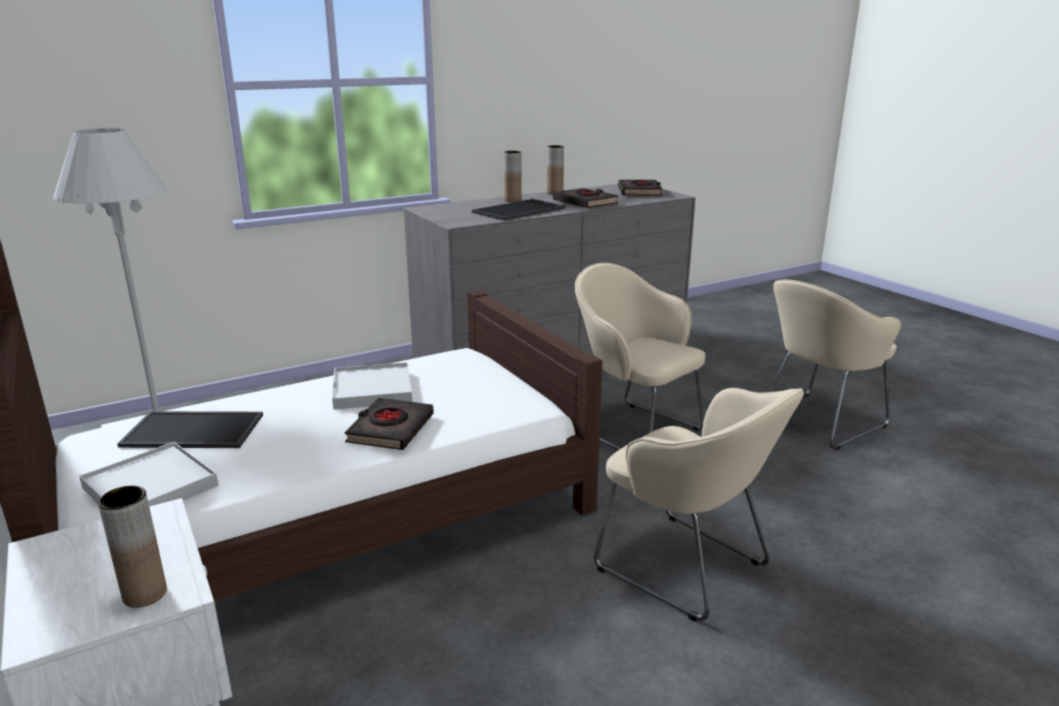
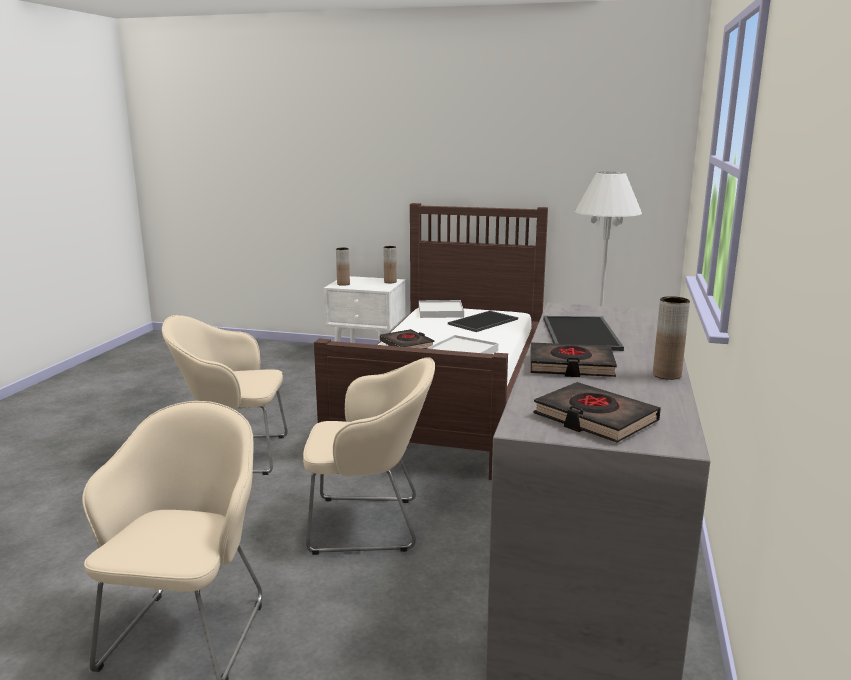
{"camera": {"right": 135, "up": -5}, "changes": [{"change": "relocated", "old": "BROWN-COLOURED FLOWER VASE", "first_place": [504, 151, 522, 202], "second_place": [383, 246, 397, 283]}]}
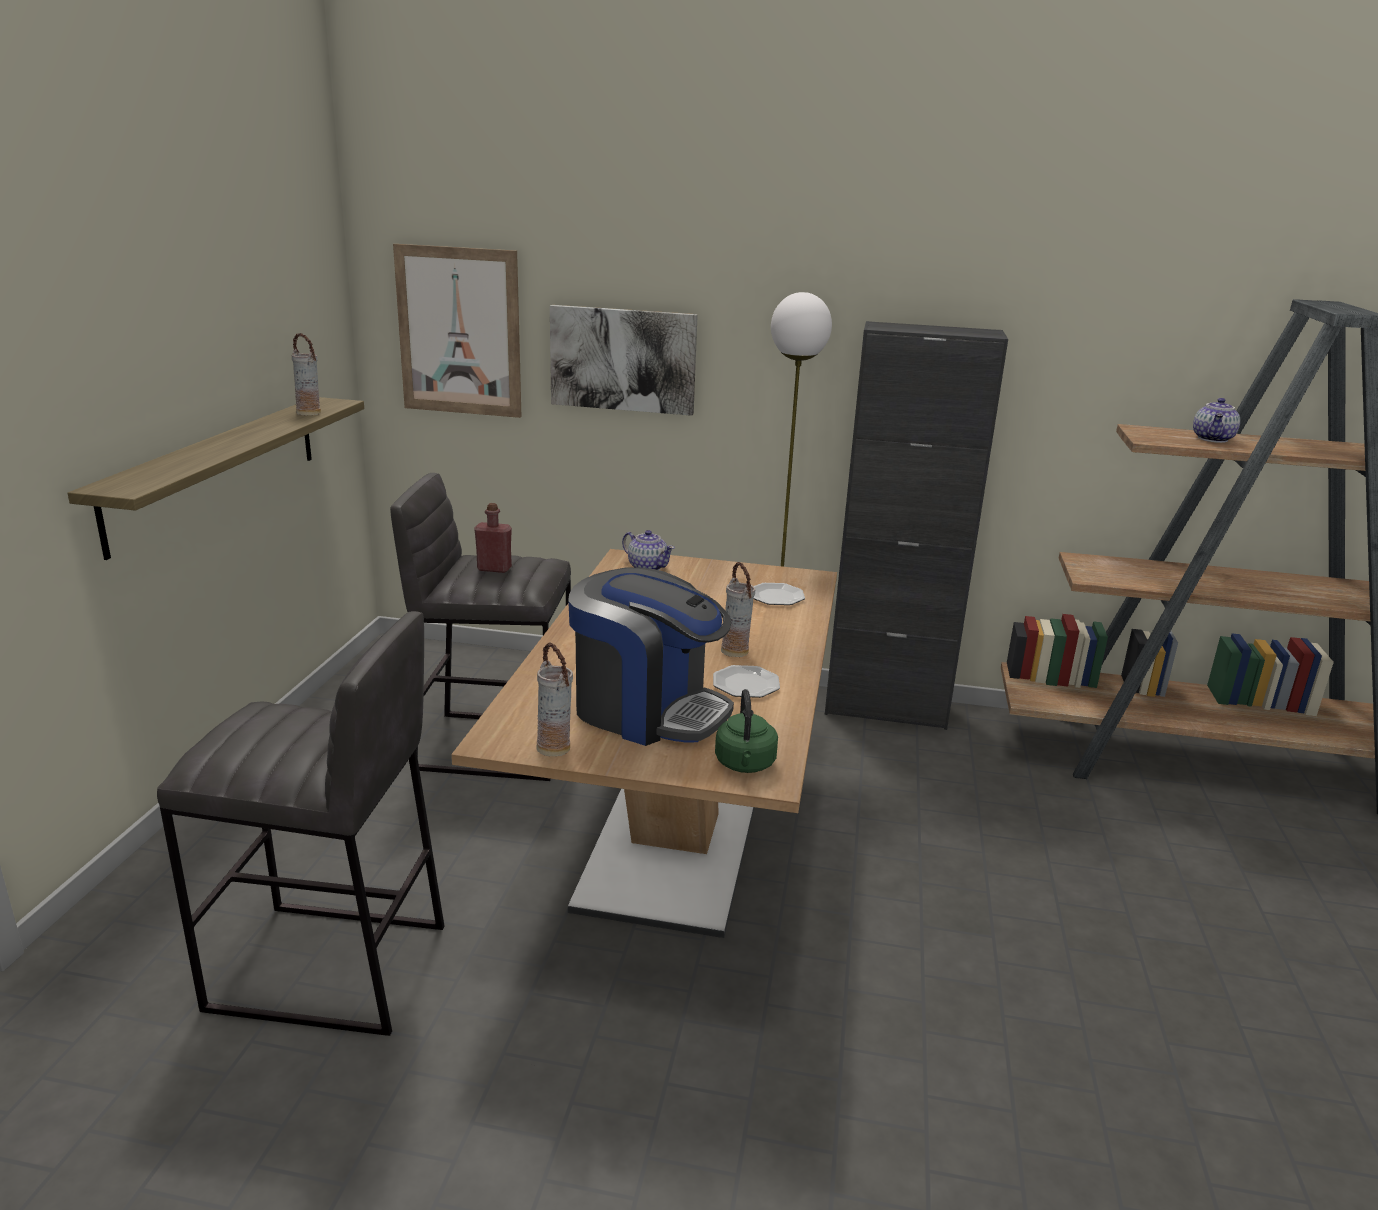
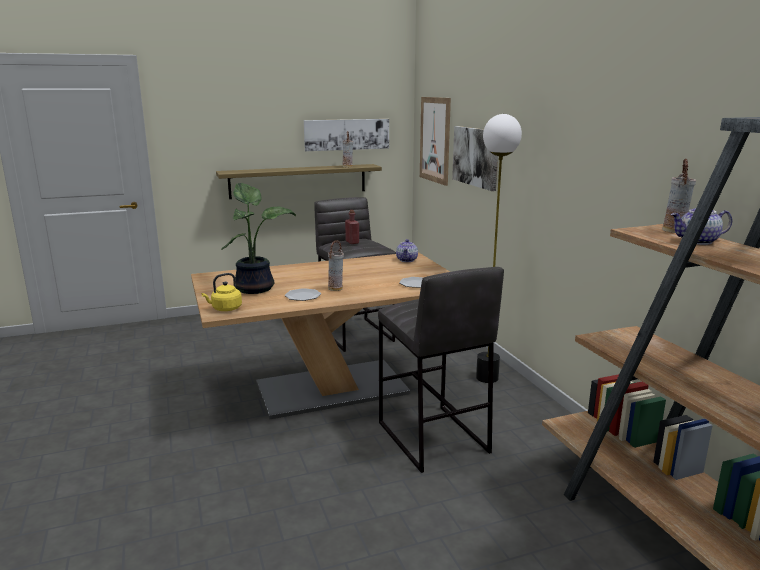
{"camera": {"right": 60, "up": -5}, "changes": [{"change": "colour", "old": "GREEN-COLOURED TEA KETTLE", "new": "YELLOW TEA KETTLE", "first_place": [715, 689, 778, 773], "second_place": [201, 273, 242, 311]}, {"change": "exchanged", "old": "COFFEE MACHINE", "new": "POTTED PLANT", "first_place": [568, 567, 734, 746], "second_place": [221, 183, 296, 294]}, {"change": "appeared", "new": "PICTURE", "second_place": [304, 119, 389, 151]}, {"change": "relocated", "old": "GREYISH STOOL SEAT", "first_place": [157, 611, 445, 1036], "second_place": [378, 267, 504, 473]}, {"change": "relocated", "old": "FLOWER VASE", "first_place": [537, 643, 573, 756], "second_place": [662, 159, 696, 233]}, {"change": "missing", "old": "BLACKISH CABINET", "first_place": [825, 321, 1008, 730]}]}
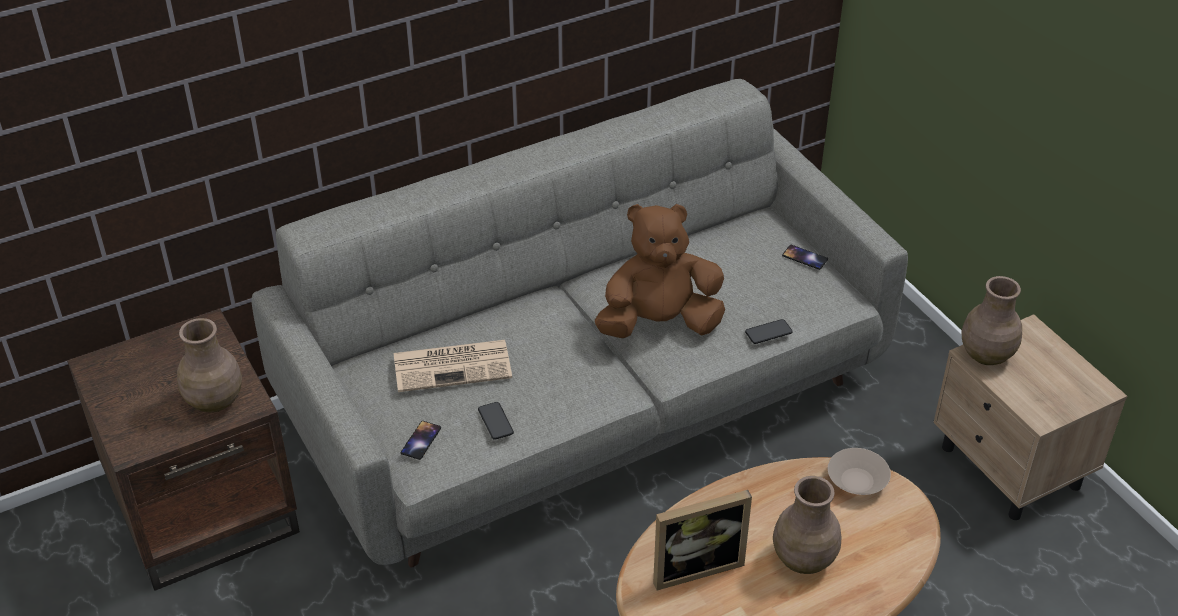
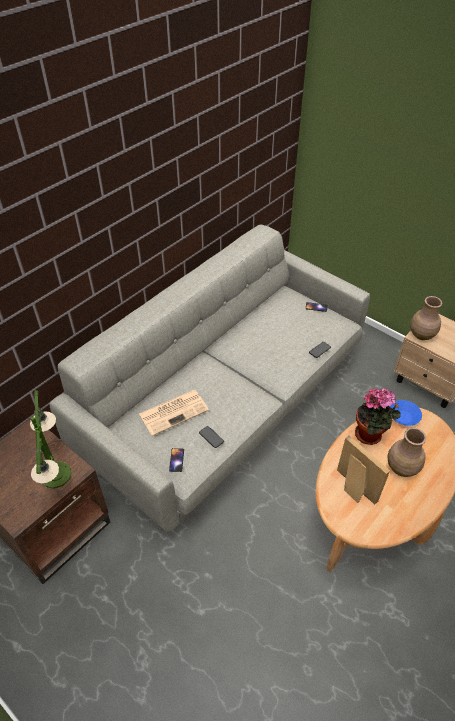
{"camera": {"right": -20, "up": 5}, "changes": [{"change": "exchanged", "old": "BROWN-COLOURED FLOWER VASE", "new": "TABLE LAMP", "first_place": [177, 318, 242, 413], "second_place": [30, 390, 71, 489]}, {"change": "spun", "old": "PHOTO FRAME", "first_place": [653, 490, 752, 590], "second_place": [337, 436, 390, 505], "degrees": -90}, {"change": "appeared", "new": "POTTED PLANT", "second_place": [355, 388, 401, 445]}, {"change": "colour", "old": "BEIGE BOWL", "new": "BLUE BOWL", "first_place": [828, 448, 891, 495], "second_place": [390, 400, 422, 426]}, {"change": "missing", "old": "BROWN-COLOURED PLUSH TOY", "first_place": [595, 204, 725, 338]}]}
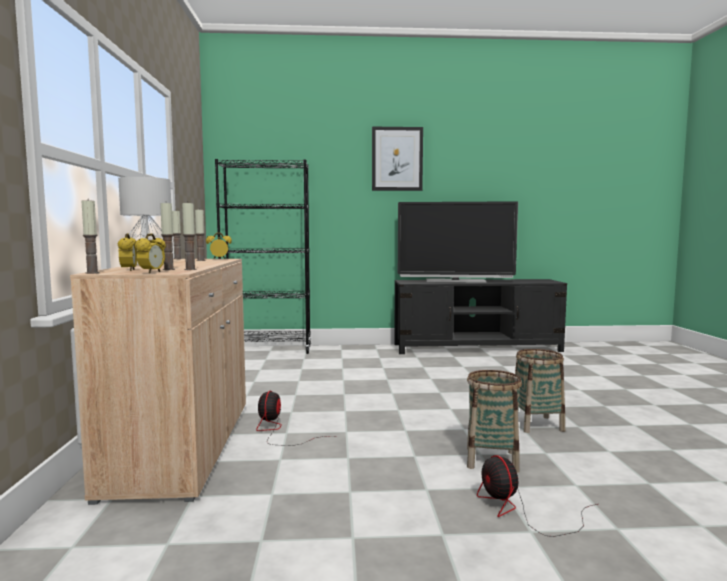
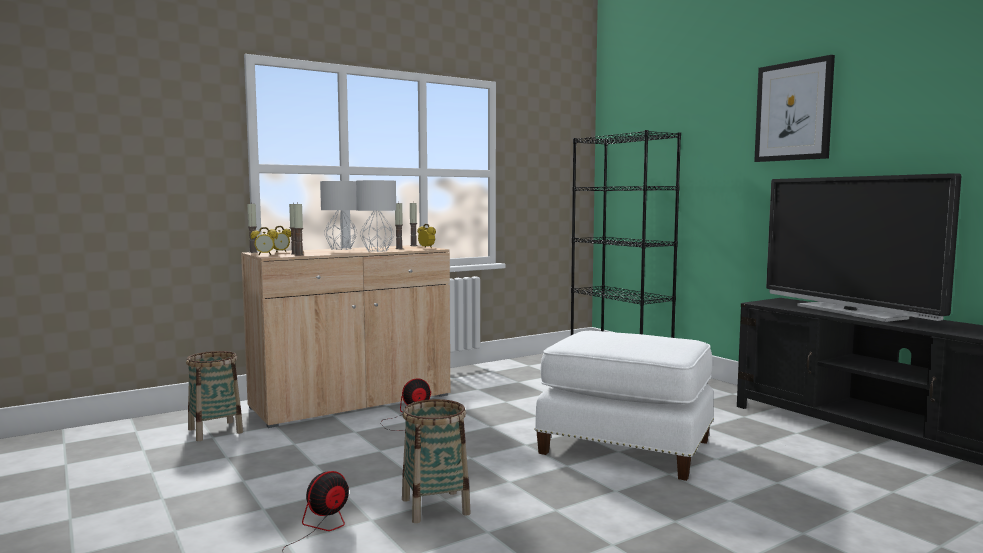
{"camera": {"right": 60, "up": 0}, "changes": [{"change": "relocated", "old": "BASKET", "first_place": [515, 349, 565, 433], "second_place": [186, 351, 243, 441]}, {"change": "appeared", "new": "GREYISH TABLE LAMP", "second_place": [356, 180, 396, 252]}, {"change": "appeared", "new": "WHITE POUFFE", "second_place": [534, 331, 714, 481]}]}
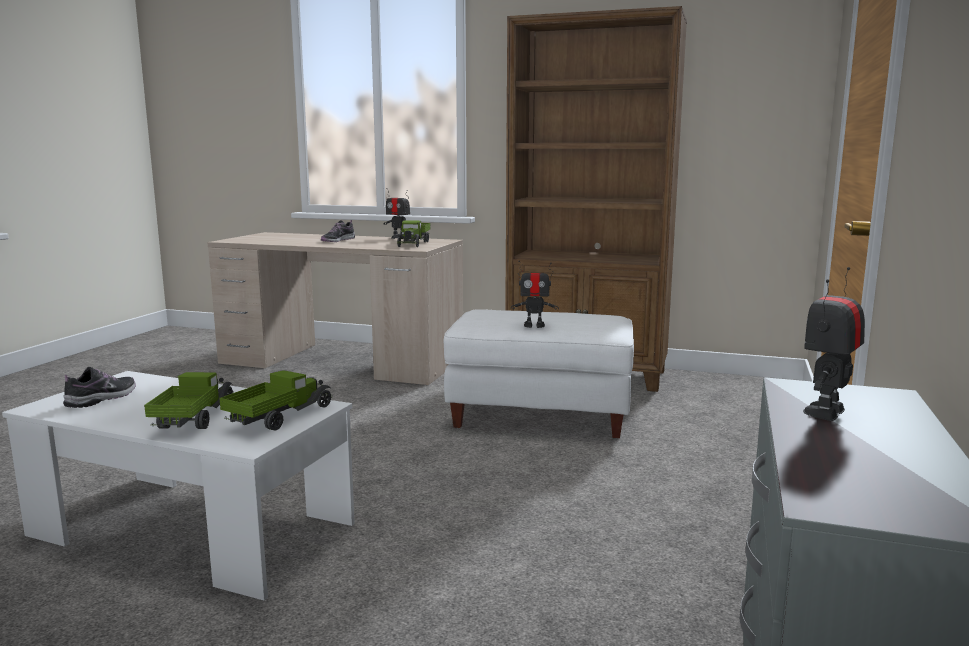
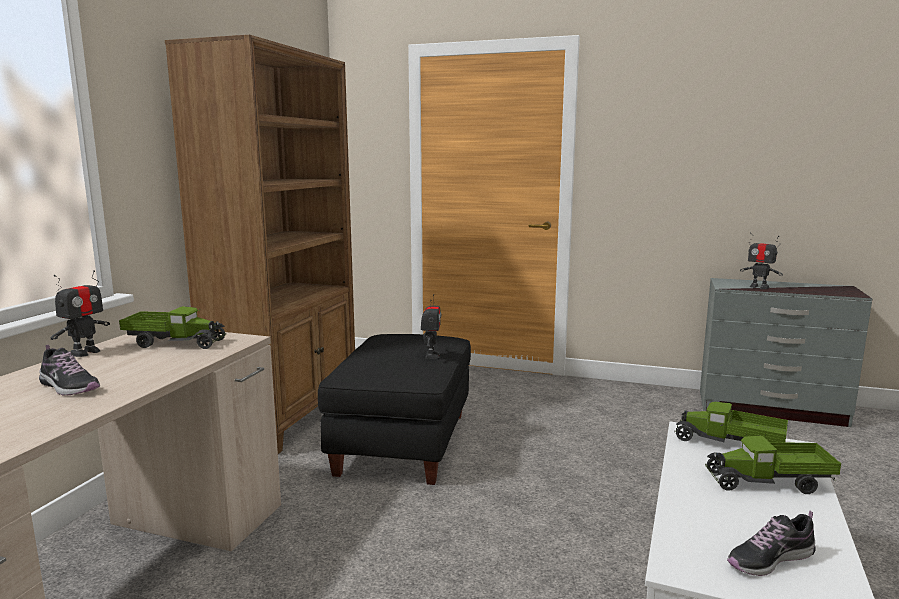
{"camera": {"right": -90, "up": 0}, "changes": [{"change": "colour", "old": "WHITE POUFFE", "new": "BLACKISH POUFFE", "first_place": [444, 309, 634, 438], "second_place": [318, 334, 471, 485]}, {"change": "spun", "old": "ITEM OF FOOTWEAR", "first_place": [63, 367, 136, 408], "second_place": [727, 511, 816, 576], "degrees": -45}]}
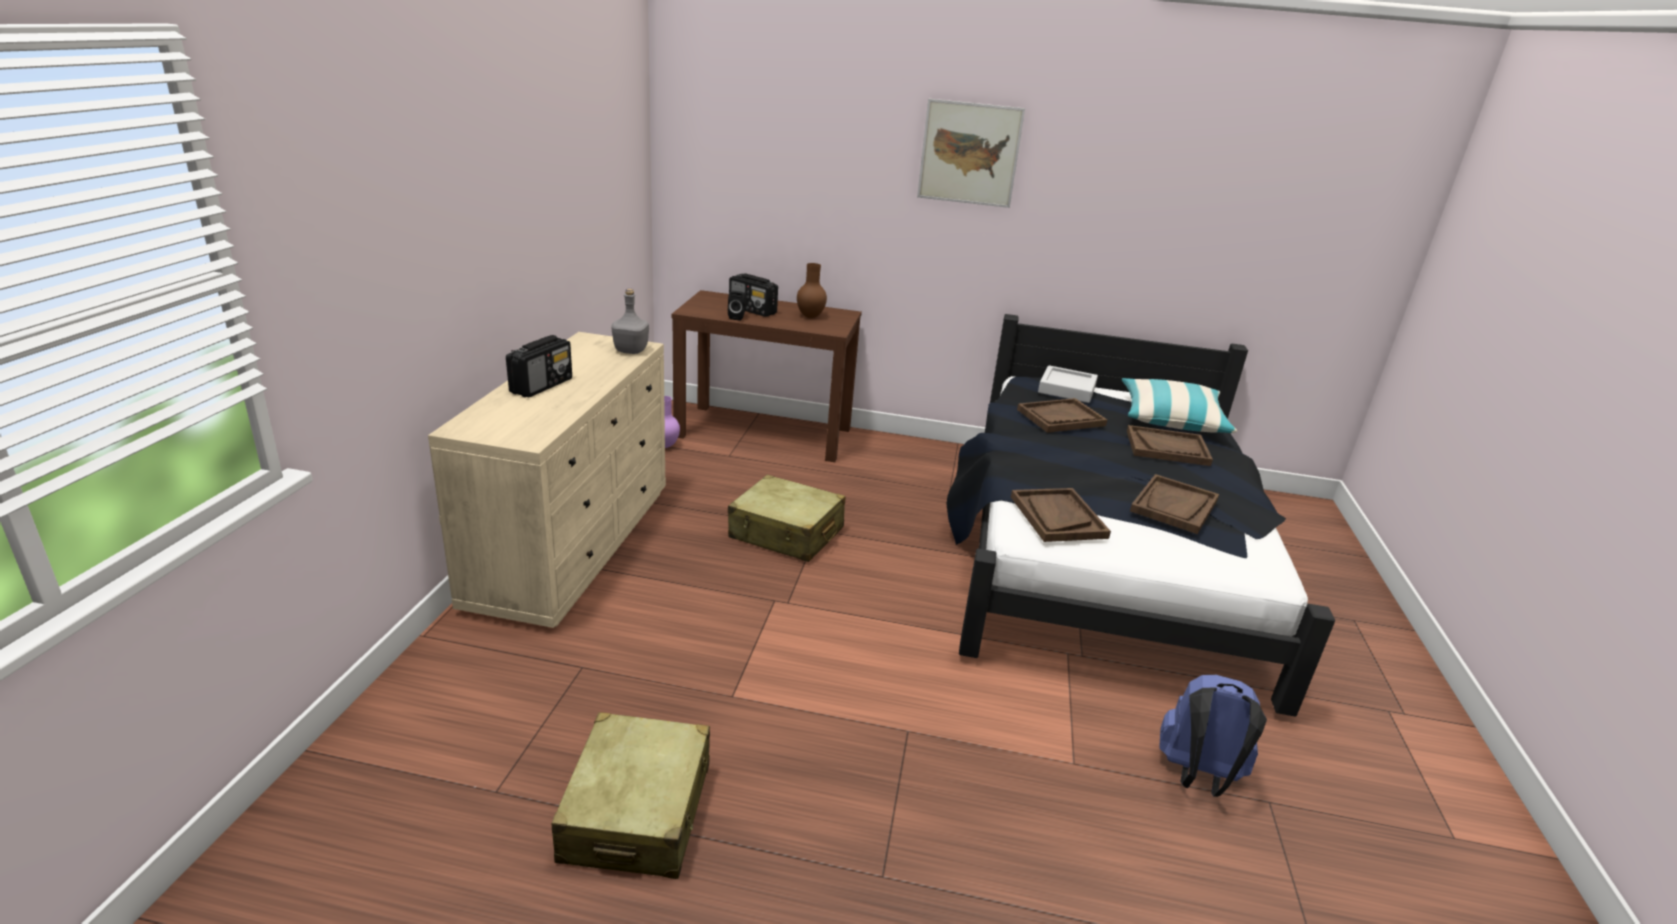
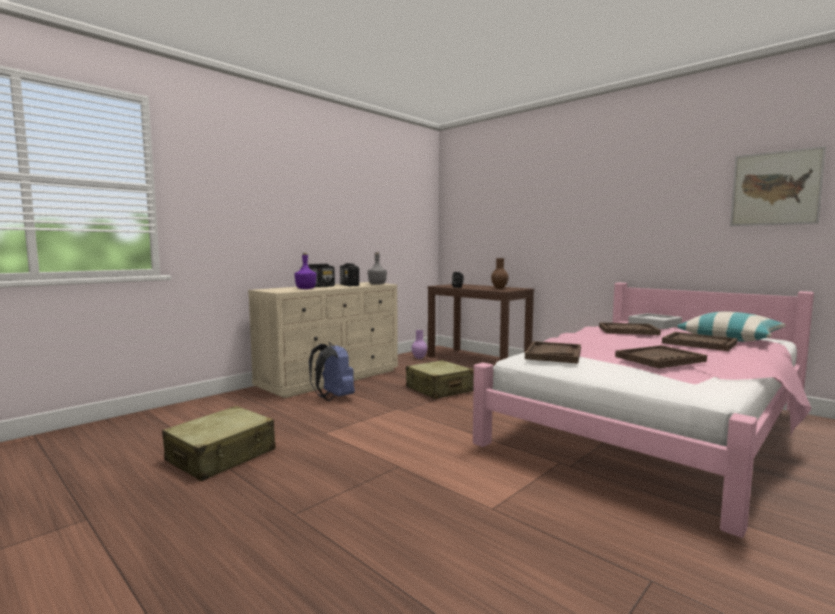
{"camera": {"right": 35, "up": -20}, "changes": [{"change": "appeared", "new": "PURPLE-COLOURED BEVERAGE BOTTLE", "second_place": [295, 252, 316, 289]}, {"change": "relocated", "old": "BLUE BACKPACK", "first_place": [1159, 675, 1267, 797], "second_place": [309, 342, 355, 401]}, {"change": "relocated", "old": "RADIO RECEIVER", "first_place": [729, 273, 778, 317], "second_place": [340, 263, 359, 287]}, {"change": "colour", "old": "BLACKISH SLEEPING BED", "new": "PINKISH SLEEPING BED", "first_place": [946, 314, 1335, 717], "second_place": [473, 283, 814, 538]}, {"change": "relocated", "old": "PICTURE", "first_place": [917, 99, 1025, 208], "second_place": [730, 146, 826, 226]}]}
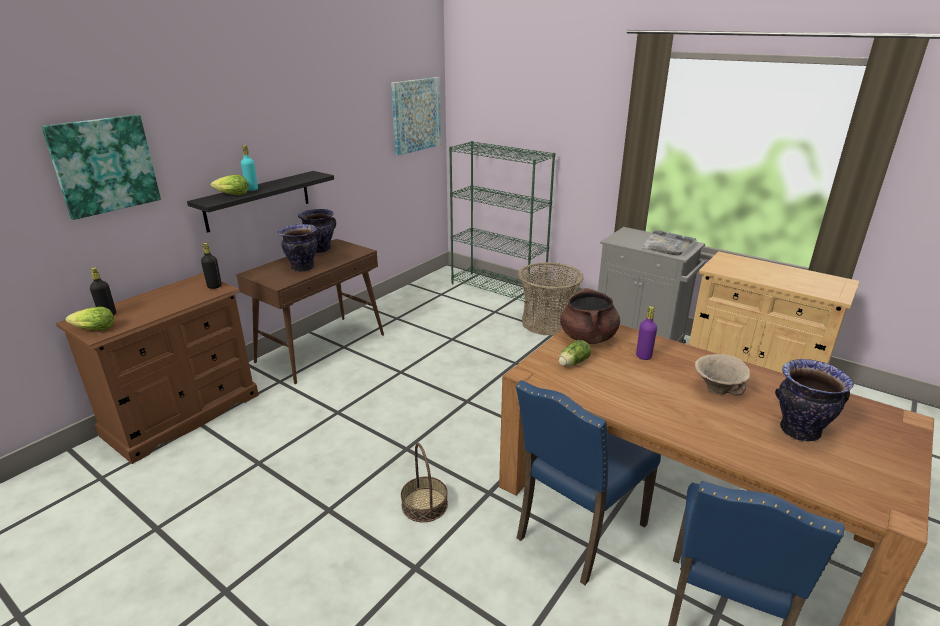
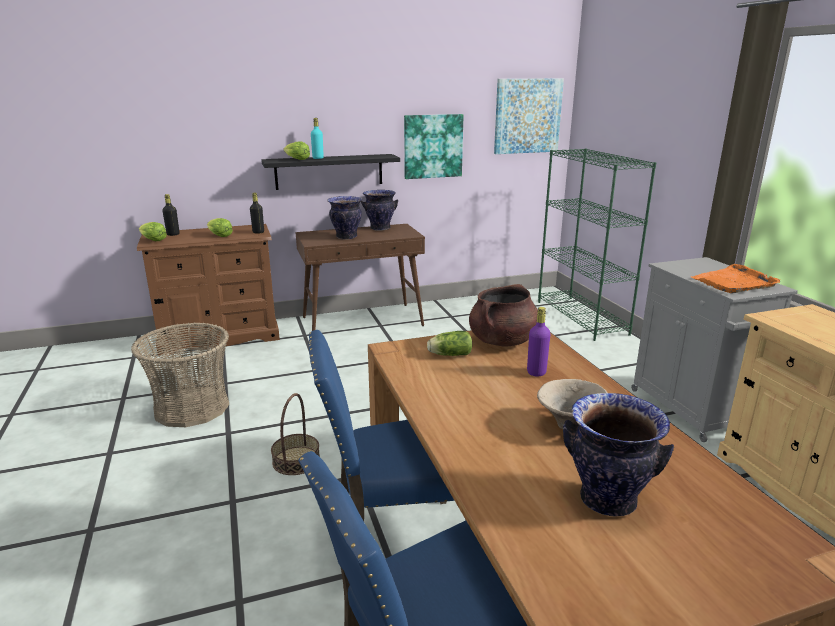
{"camera": {"right": 35, "up": -5}, "changes": [{"change": "relocated", "old": "BASKET", "first_place": [518, 262, 584, 335], "second_place": [131, 323, 229, 427]}, {"change": "appeared", "new": "LETTUCE HEAD", "second_place": [207, 218, 233, 237]}, {"change": "relocated", "old": "PICTURE", "first_place": [41, 115, 161, 220], "second_place": [404, 114, 464, 179]}, {"change": "colour", "old": "GREYISH TRAY", "new": "ORANGE-COLOURED TRAY", "first_place": [642, 230, 697, 256], "second_place": [691, 264, 780, 293]}]}
